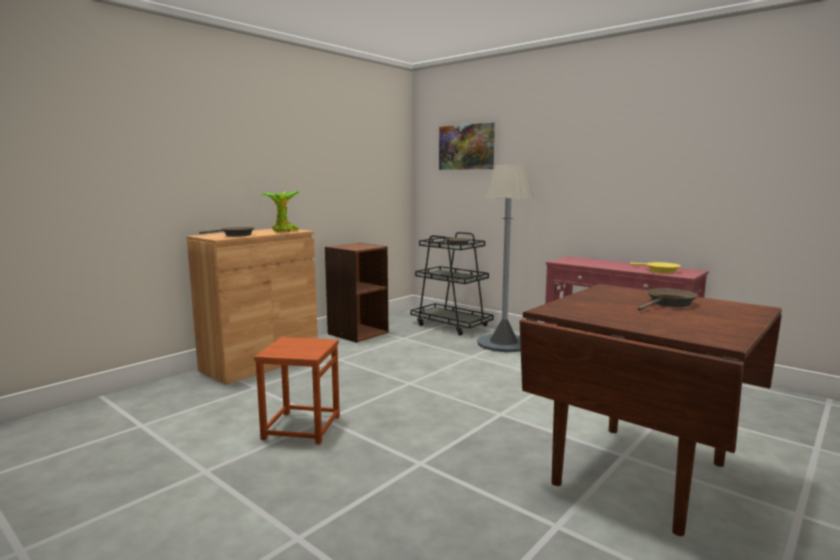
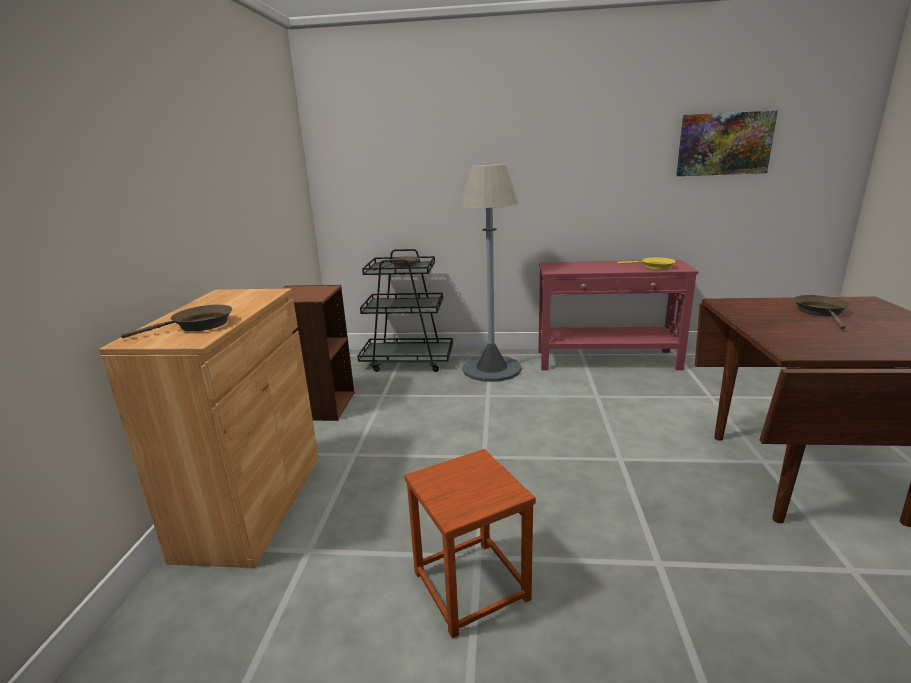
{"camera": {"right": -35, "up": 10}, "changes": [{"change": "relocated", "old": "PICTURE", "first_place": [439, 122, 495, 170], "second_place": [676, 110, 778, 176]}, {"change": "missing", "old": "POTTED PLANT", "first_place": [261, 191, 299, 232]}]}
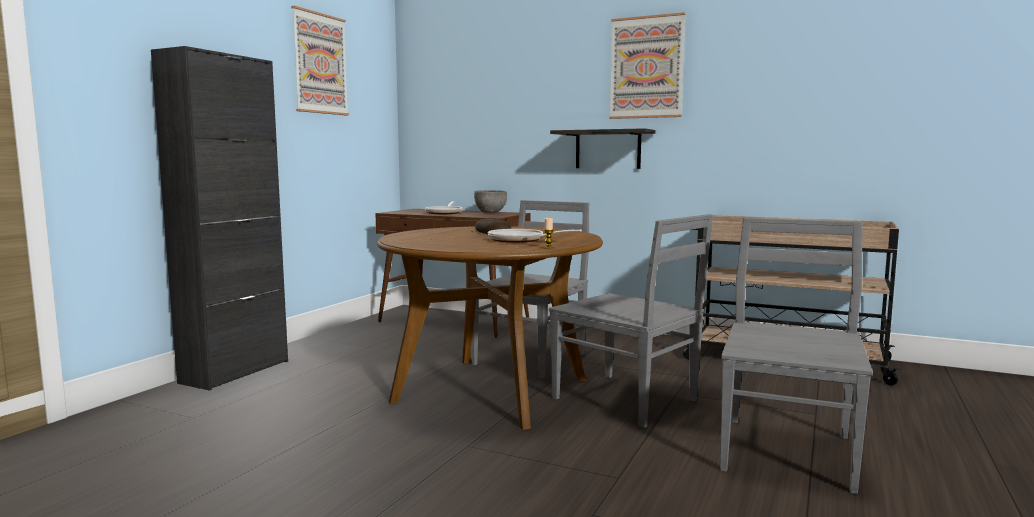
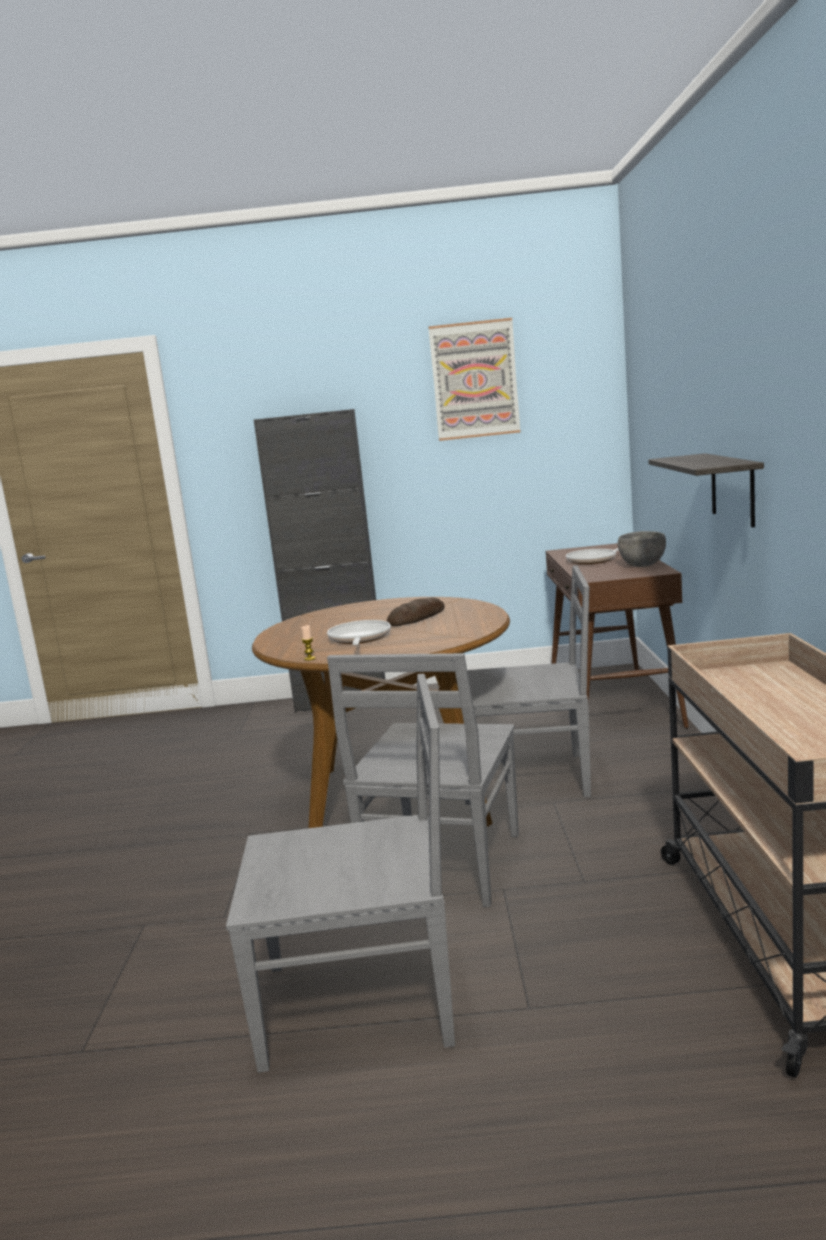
{"camera": {"right": 65, "up": 5}, "changes": [{"change": "missing", "old": "PICTURE", "first_place": [609, 12, 685, 119]}]}
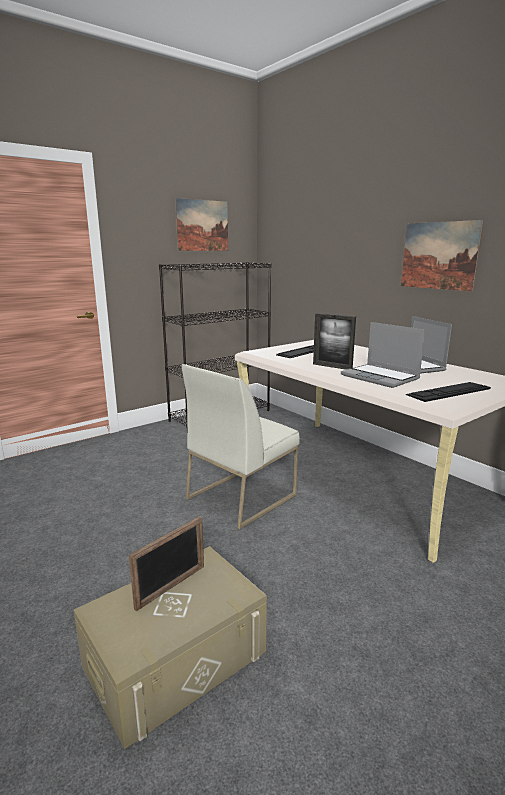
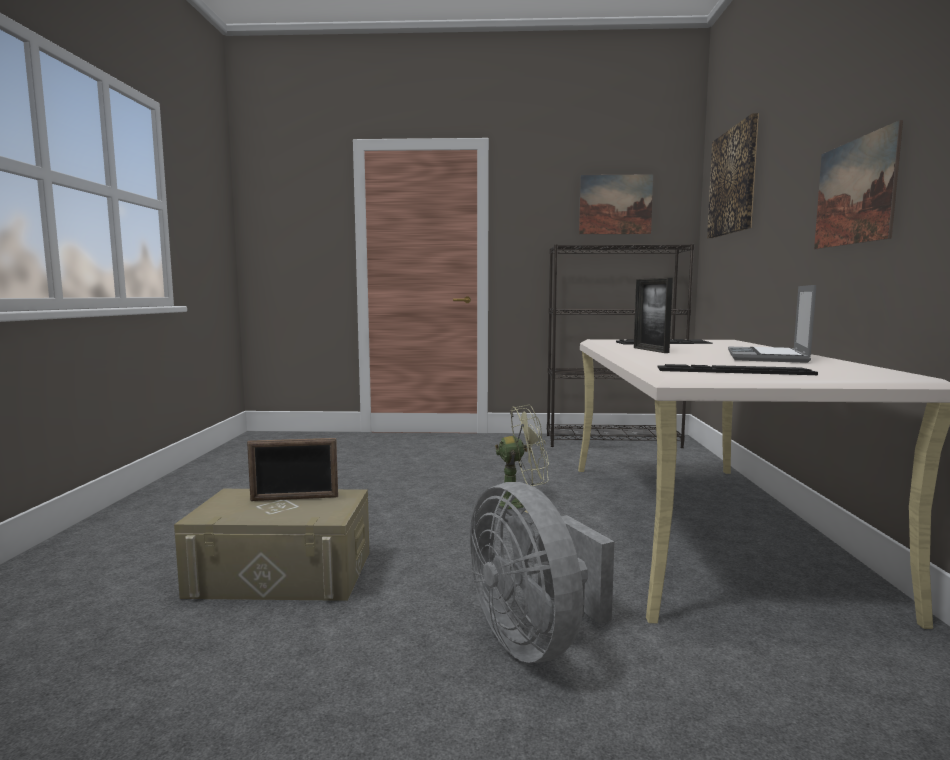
{"camera": {"right": 40, "up": -10}, "changes": [{"change": "appeared", "new": "GREYISH ELECTRIC FAN", "second_place": [470, 482, 614, 663]}, {"change": "exchanged", "old": "WHITE CHAIR", "new": "GREEN-COLOURED ELECTRIC FAN", "first_place": [181, 364, 300, 529], "second_place": [495, 405, 549, 514]}, {"change": "appeared", "new": "PICTURE", "second_place": [707, 113, 759, 238]}, {"change": "missing", "old": "PORTABLE COMPUTER", "first_place": [341, 322, 425, 388]}]}
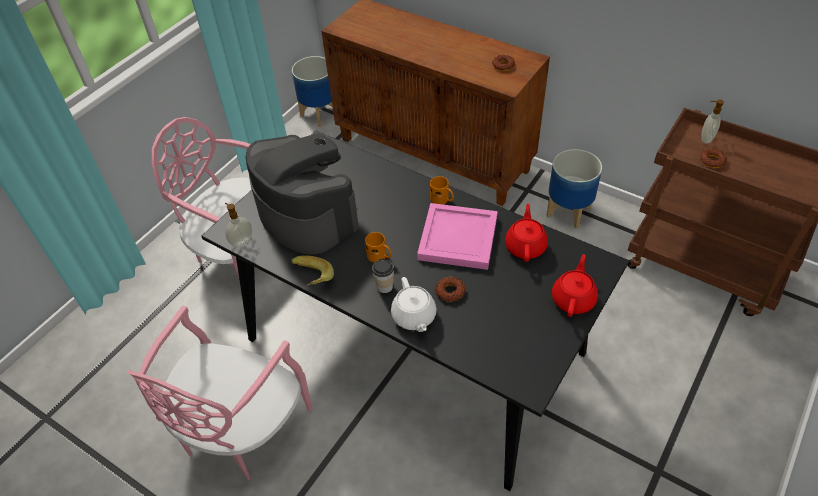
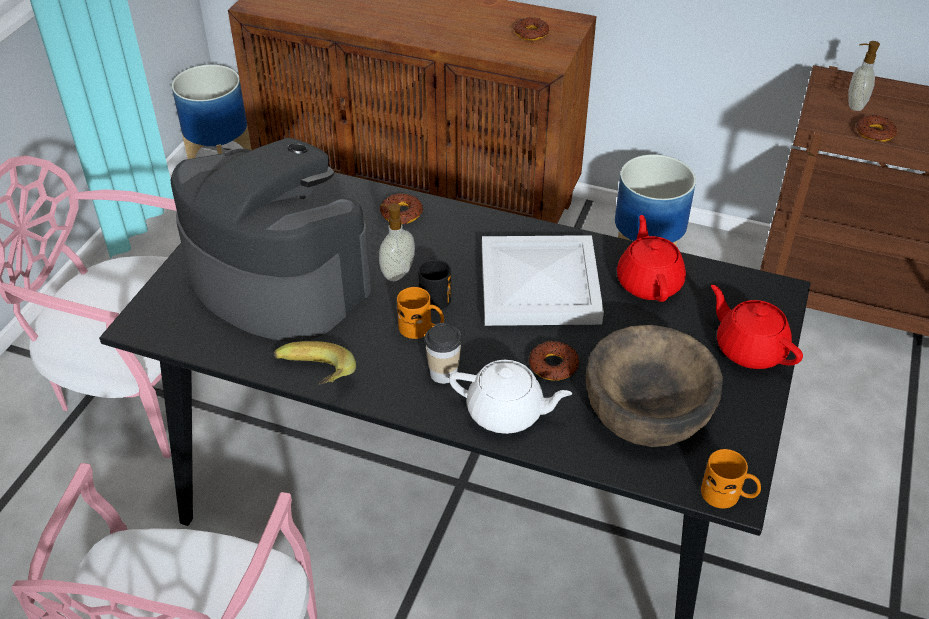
{"camera": {"right": -15, "up": -5}, "changes": [{"change": "relocated", "old": "LIQUID SOAP BOTTLE", "first_place": [225, 203, 252, 248], "second_place": [379, 203, 415, 281]}, {"change": "appeared", "new": "RING DOUGHNUT", "second_place": [380, 193, 423, 224]}, {"change": "appeared", "new": "BLACKISH COFFEE MUG", "second_place": [418, 257, 451, 310]}, {"change": "spun", "old": "WHITE POT FOR TEA", "first_place": [391, 277, 436, 332], "second_place": [449, 360, 572, 434], "degrees": -45}, {"change": "colour", "old": "PINKISH TRAY", "new": "WHITE TRAY", "first_place": [417, 203, 498, 270], "second_place": [482, 235, 604, 326]}, {"change": "appeared", "new": "BROWN-COLOURED BOWL", "second_place": [586, 325, 723, 447]}, {"change": "relocated", "old": "ORANGE-COLOURED COFFEE MUG", "first_place": [430, 176, 454, 205], "second_place": [701, 449, 761, 508]}, {"change": "spun", "old": "REDDISH POT FOR TEA", "first_place": [552, 254, 598, 317], "second_place": [711, 285, 803, 369], "degrees": -45}]}
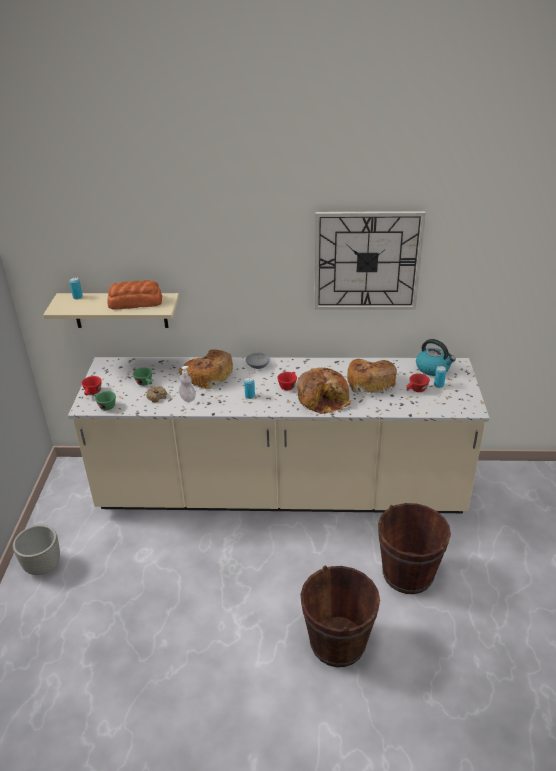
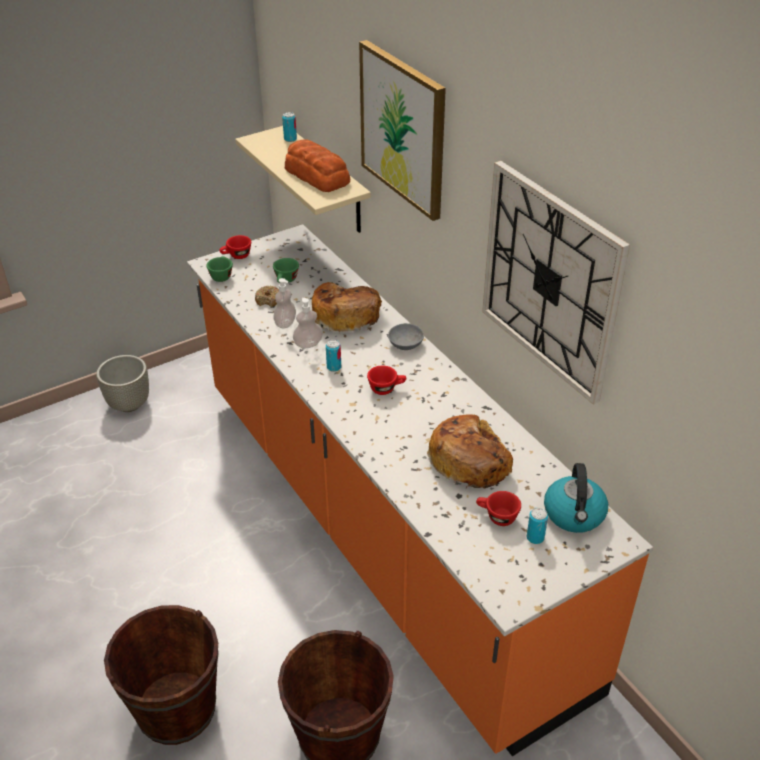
{"camera": {"right": 55, "up": 5}, "changes": [{"change": "colour", "old": "BEIGE KITCHEN COUNTER", "new": "ORANGE-COLOURED KITCHEN COUNTER", "first_place": [68, 357, 490, 513], "second_place": [187, 224, 653, 756]}, {"change": "appeared", "new": "LIQUID SOAP BOTTLE", "second_place": [293, 298, 323, 348]}, {"change": "appeared", "new": "PICTURE", "second_place": [359, 40, 446, 221]}, {"change": "missing", "old": "BREAD", "first_place": [297, 368, 352, 414]}]}
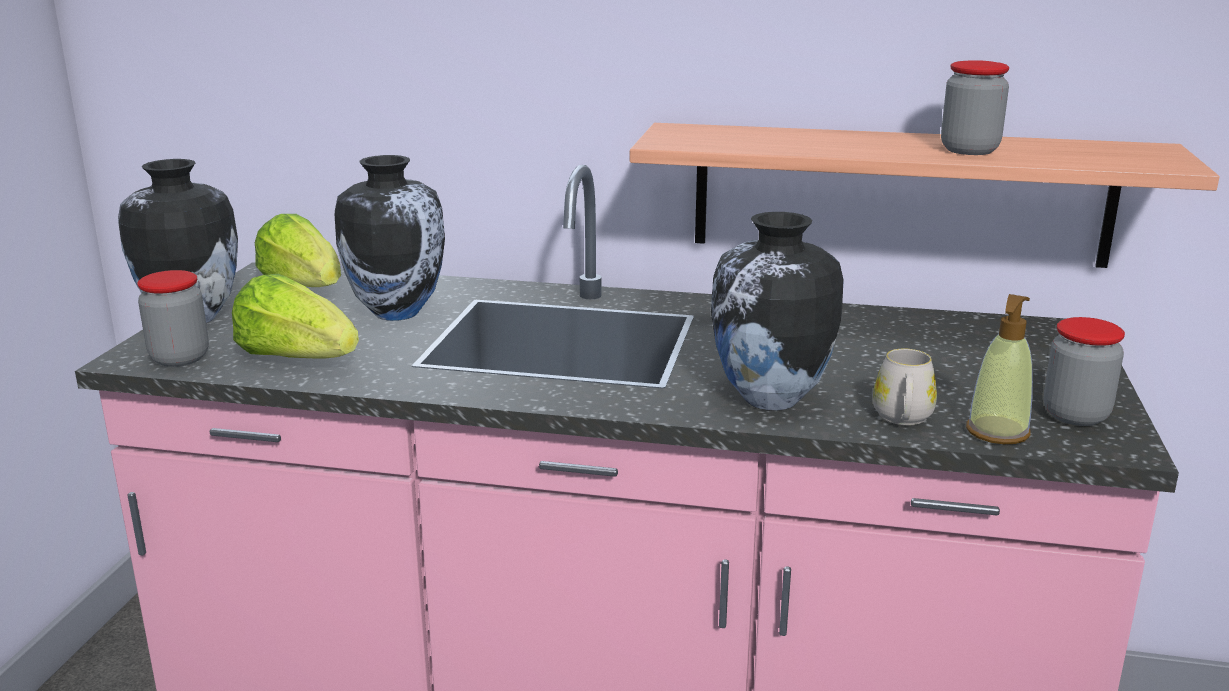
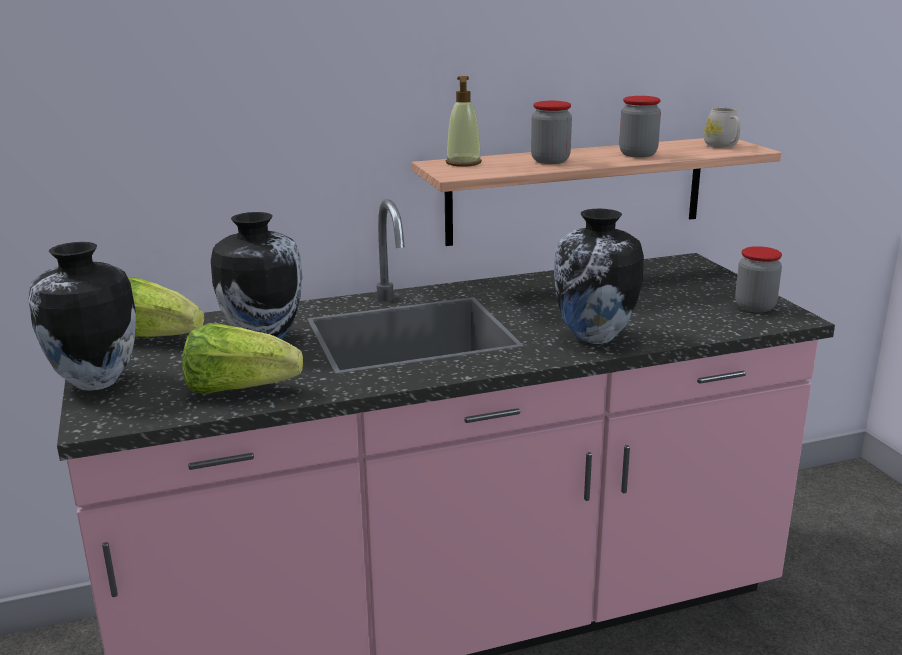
{"camera": {"right": -30, "up": 0}, "changes": [{"change": "relocated", "old": "LIQUID SOAP BOTTLE", "first_place": [966, 294, 1033, 444], "second_place": [446, 76, 482, 167]}, {"change": "relocated", "old": "JAR", "first_place": [137, 270, 209, 367], "second_place": [531, 101, 572, 164]}, {"change": "relocated", "old": "WHITE COFFEE MUG", "first_place": [873, 349, 937, 425], "second_place": [704, 108, 741, 148]}]}
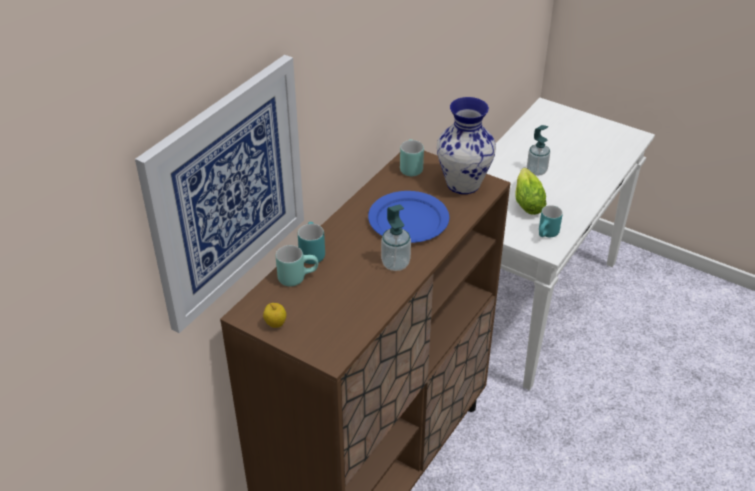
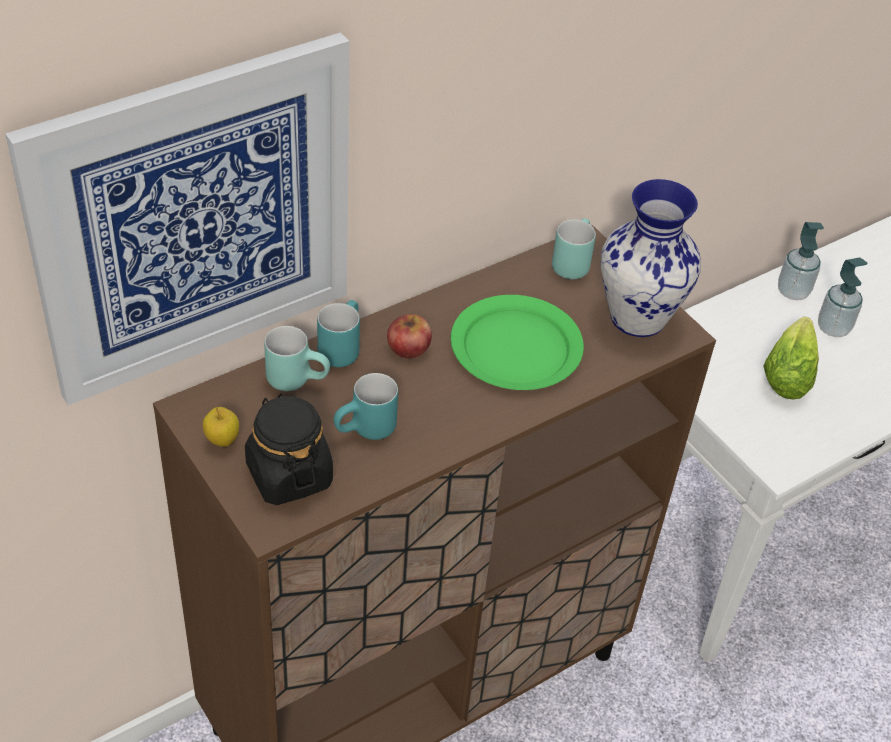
{"camera": {"right": 20, "up": 5}, "changes": [{"change": "appeared", "new": "BLACKISH JAR", "second_place": [245, 393, 333, 505]}, {"change": "relocated", "old": "TURQUOISE COFFEE MUG", "first_place": [539, 205, 563, 237], "second_place": [334, 373, 398, 440]}, {"change": "appeared", "new": "WHOLE APPLE", "second_place": [387, 314, 432, 358]}, {"change": "colour", "old": "BLUE DINNER PLATE", "new": "GREEN-COLOURED DINNER PLATE", "first_place": [368, 191, 449, 243], "second_place": [451, 295, 584, 390]}, {"change": "relocated", "old": "LIQUID SOAP BOTTLE", "first_place": [381, 204, 411, 271], "second_place": [778, 222, 824, 300]}]}
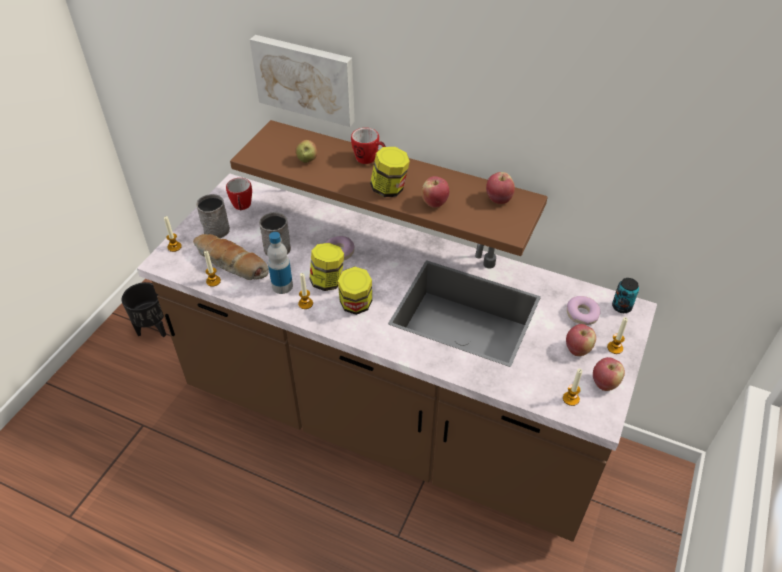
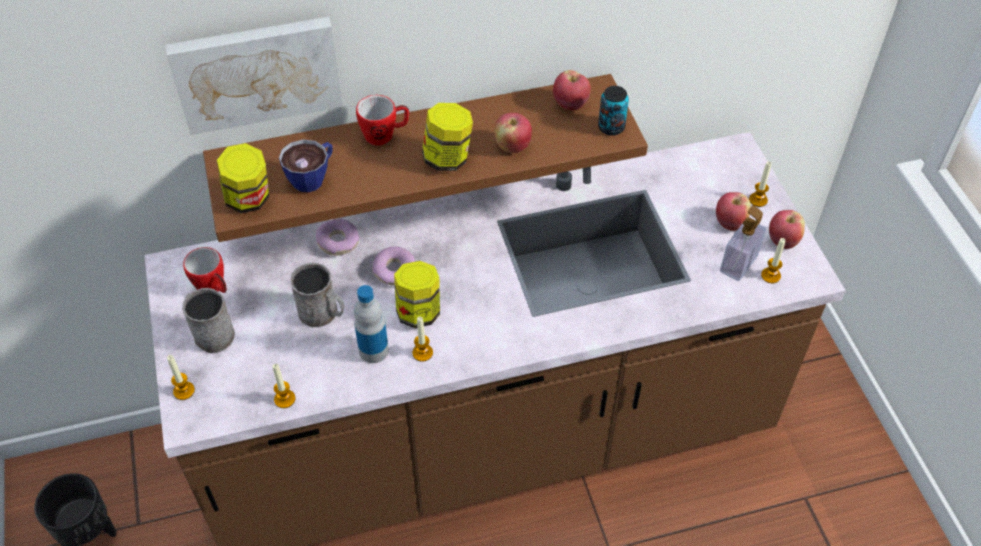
{"camera": {"right": -40, "up": 5}, "changes": [{"change": "relocated", "old": "JAR", "first_place": [338, 266, 372, 315], "second_place": [217, 143, 269, 213]}, {"change": "exchanged", "old": "WHOLE APPLE", "new": "SMALL CUP", "first_place": [295, 140, 317, 163], "second_place": [279, 139, 333, 193]}, {"change": "relocated", "old": "RING DOUGHNUT", "first_place": [567, 296, 601, 325], "second_place": [316, 219, 359, 256]}, {"change": "relocated", "old": "CAN", "first_place": [612, 278, 639, 313], "second_place": [598, 86, 629, 136]}, {"change": "appeared", "new": "LIQUID SOAP BOTTLE", "second_place": [720, 205, 766, 281]}, {"change": "missing", "old": "BREAD", "first_place": [193, 234, 269, 280]}]}
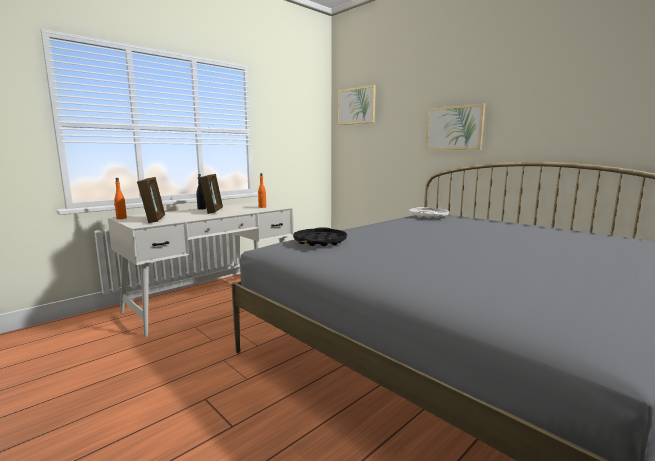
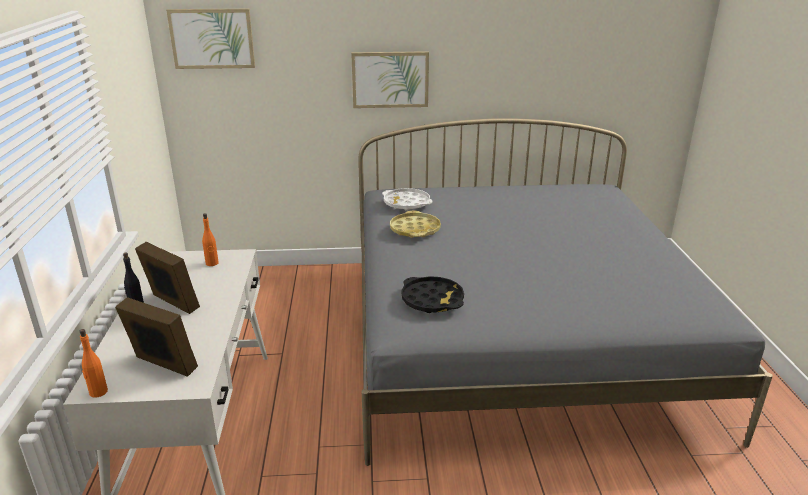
{"camera": {"right": -50, "up": 15}, "changes": [{"change": "appeared", "new": "YELLOW TRAY", "second_place": [390, 211, 441, 238]}]}
